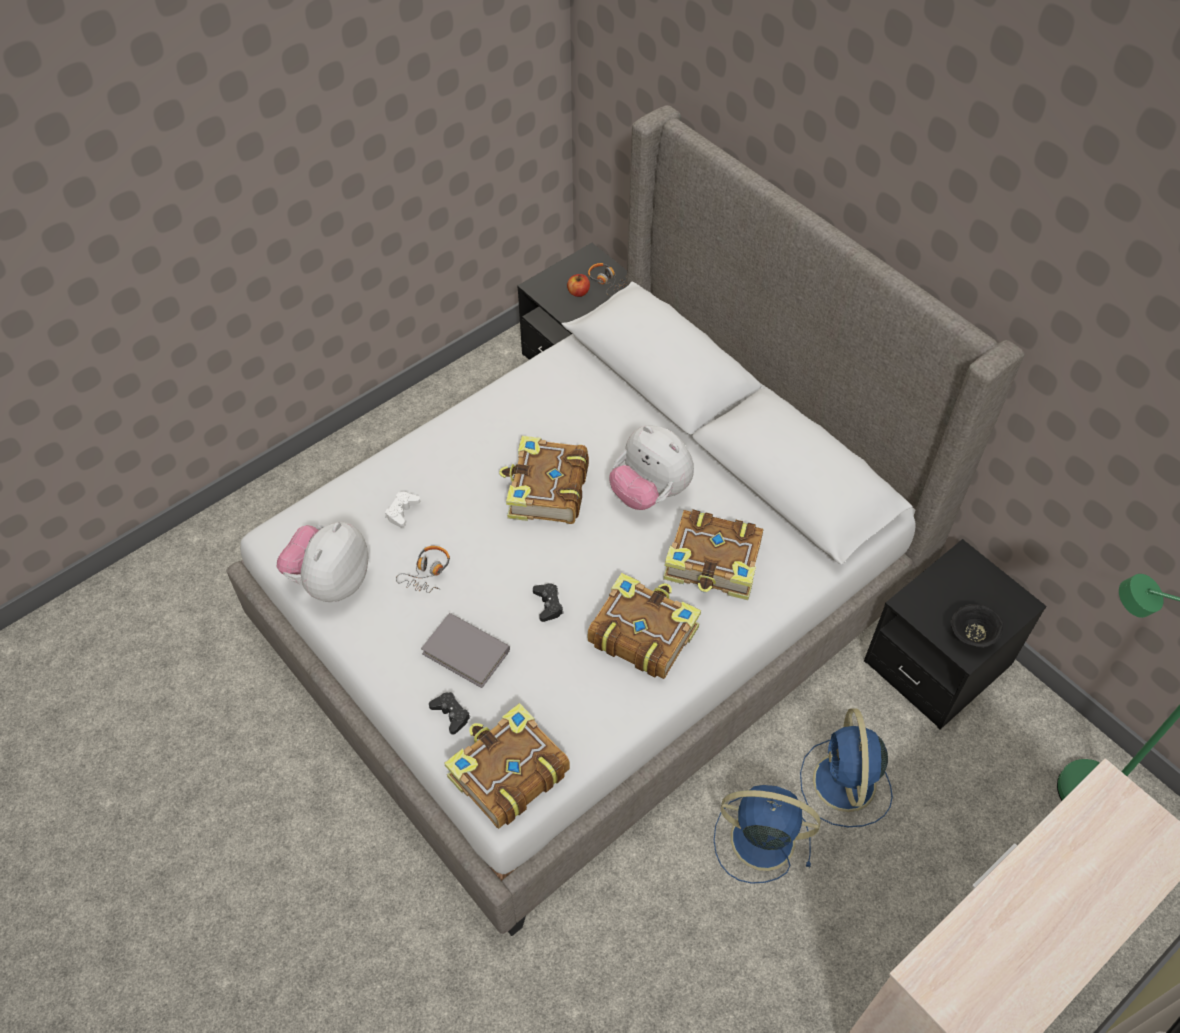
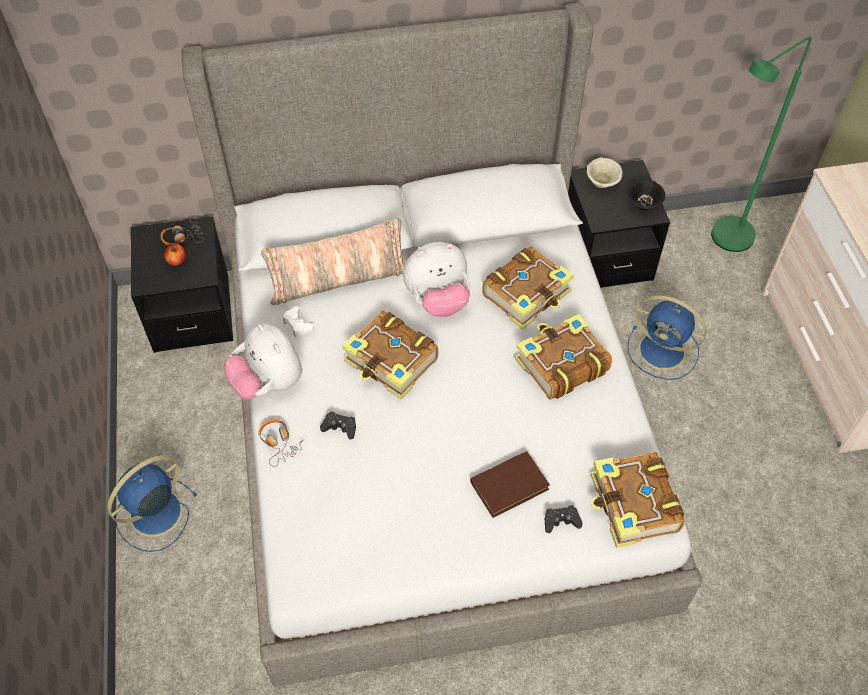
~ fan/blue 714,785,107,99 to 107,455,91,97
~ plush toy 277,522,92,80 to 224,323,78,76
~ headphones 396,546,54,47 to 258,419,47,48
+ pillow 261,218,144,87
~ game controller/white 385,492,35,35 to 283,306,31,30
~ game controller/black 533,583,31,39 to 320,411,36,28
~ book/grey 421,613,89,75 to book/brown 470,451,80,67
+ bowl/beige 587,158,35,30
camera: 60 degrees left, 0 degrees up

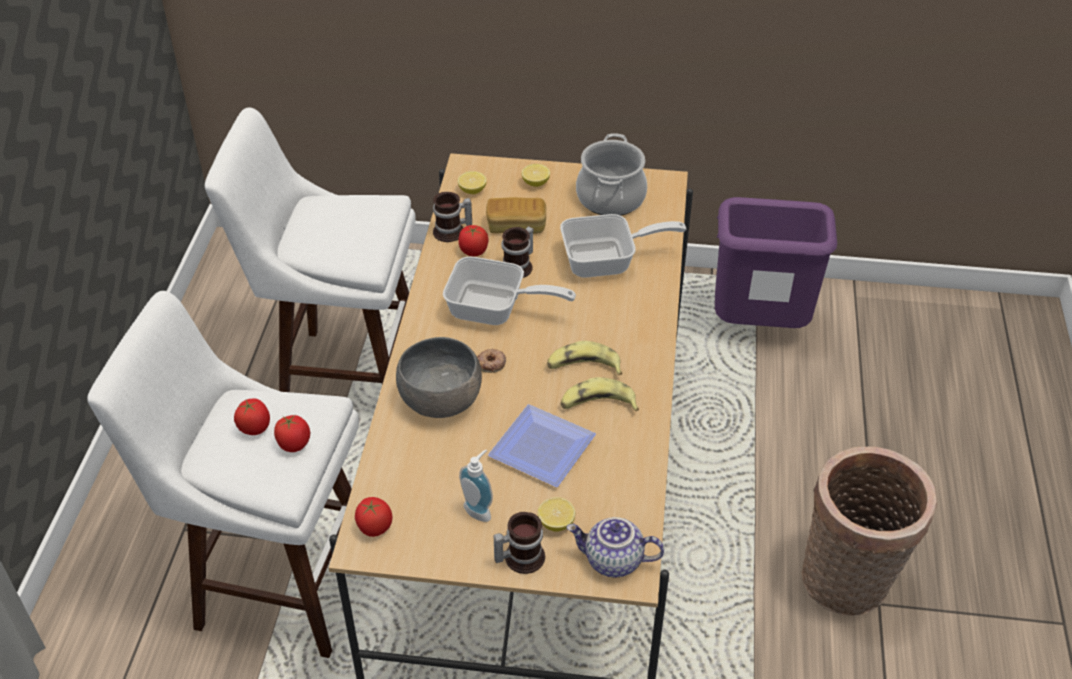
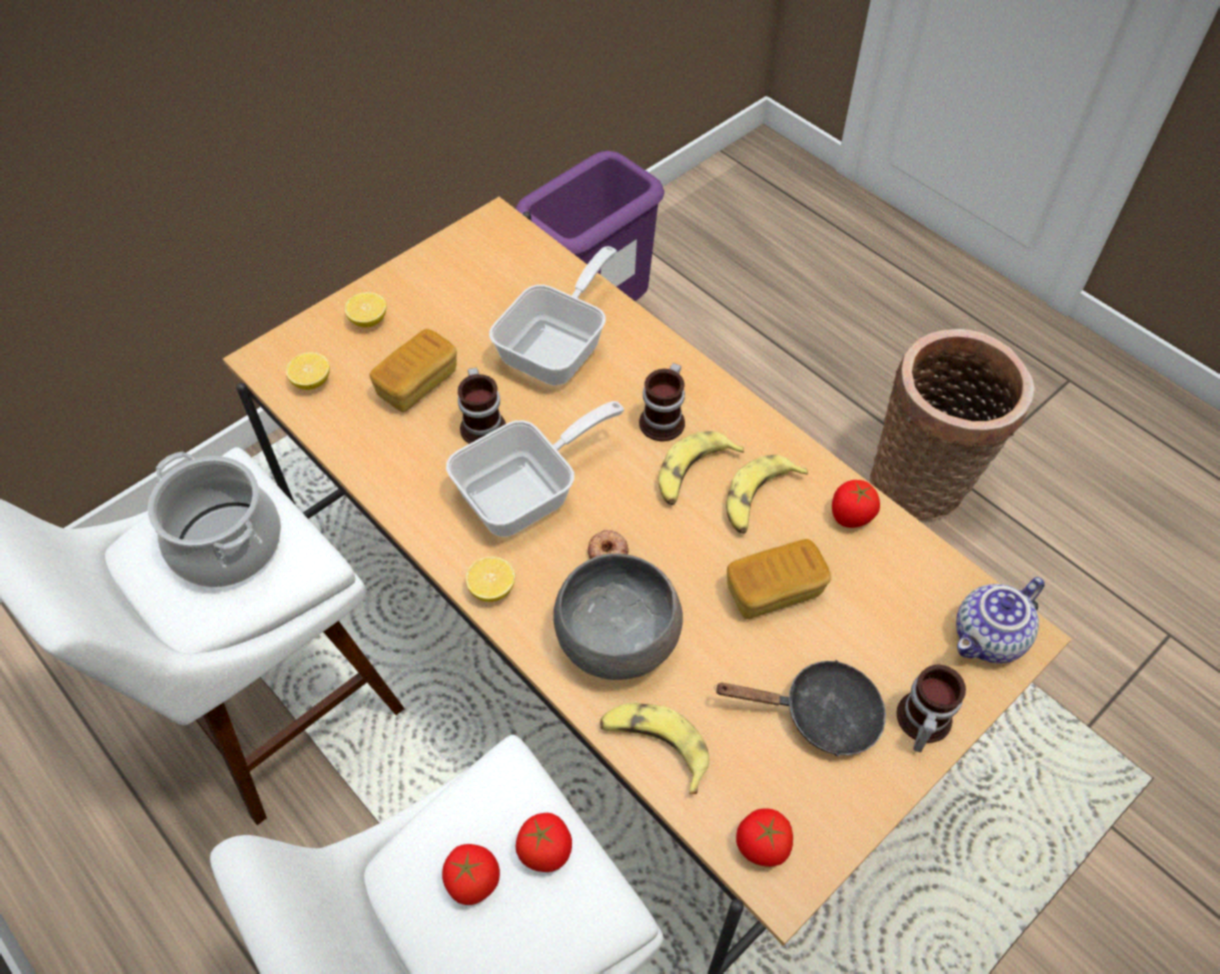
~ cooking pot 576,133,71,83 to 148,451,133,137
~ lemon 538,497,37,35 to 466,556,49,46
+ banana 600,703,109,91
~ mug 433,192,39,50 to 639,363,46,78
~ soap dispenser 459,450,34,72 to frying pan/black 714,660,172,96
~ plate 488,404,108,83 to bread 727,539,104,80
~ tomato 459,225,29,31 to 832,480,48,48
camera: 50 degrees left, 10 degrees up

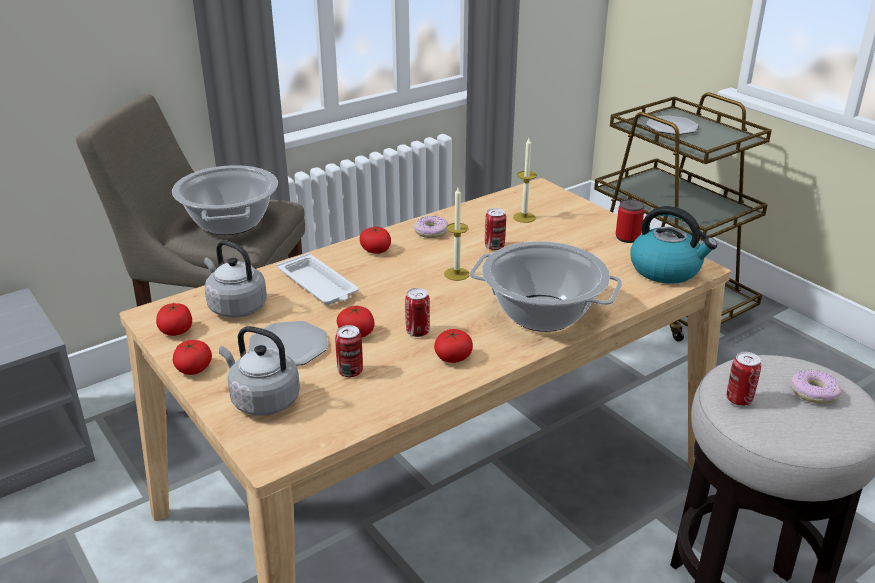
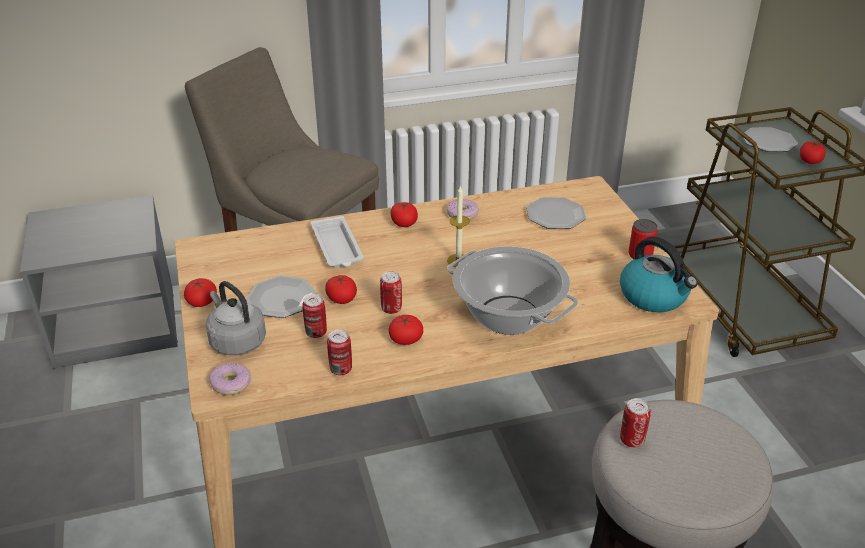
~ donut 791,370,50,34 to 209,363,42,32
~ can 485,208,21,42 to 327,330,25,45
~ candle 513,138,24,85 to plate 526,197,60,32
~ tomato 156,303,36,33 to 800,141,26,23
- cooking pot 172,165,106,70
- kettle/grey 204,240,63,78
camera: 20 degrees right, 5 degrees up

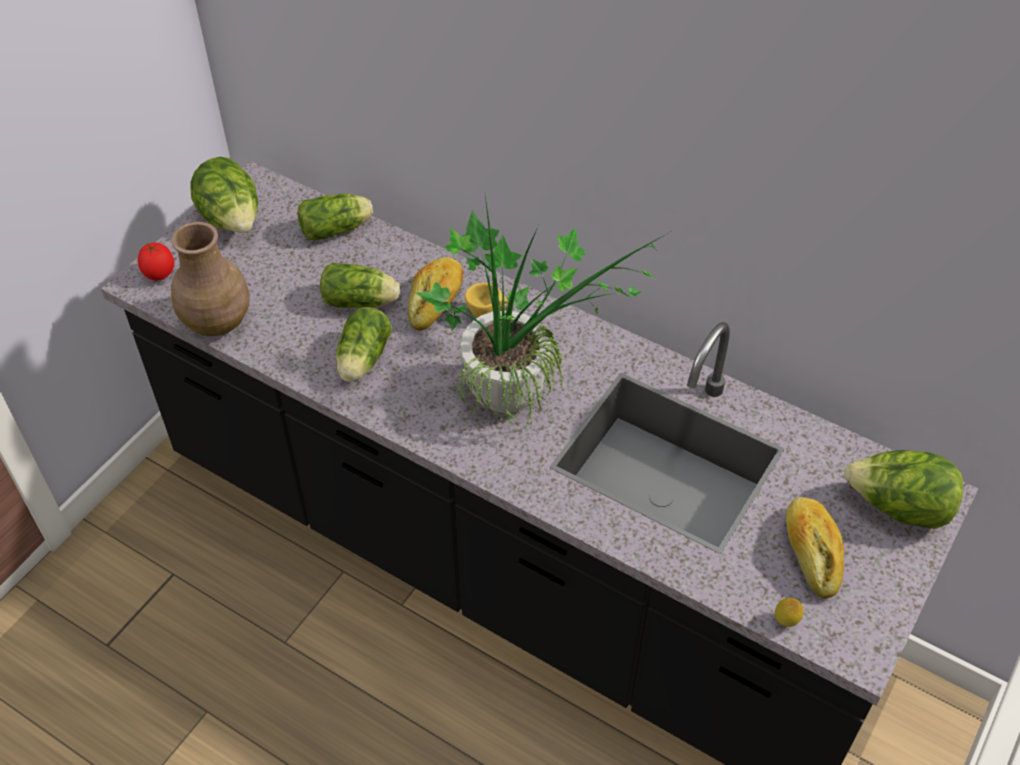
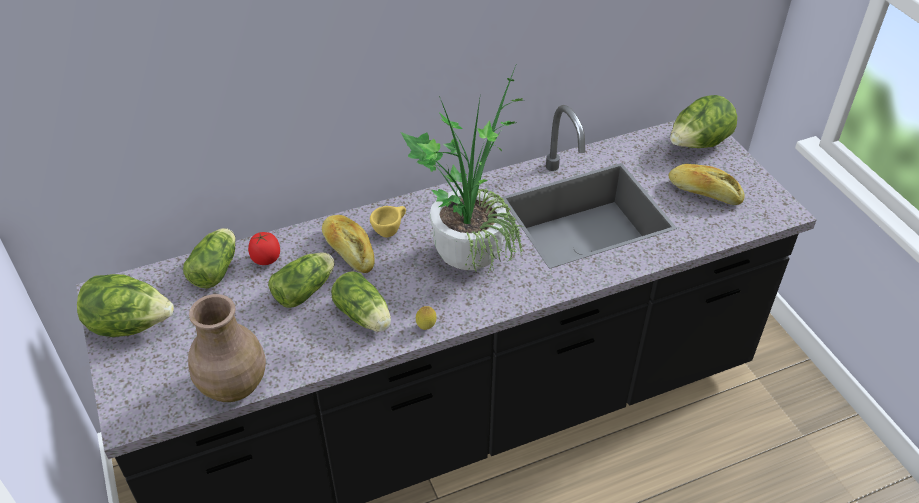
~ tomato 138,243,36,38 to 248,232,32,33
~ lemon 775,598,29,29 to 416,306,20,24
camera: 55 degrees left, 5 degrees down

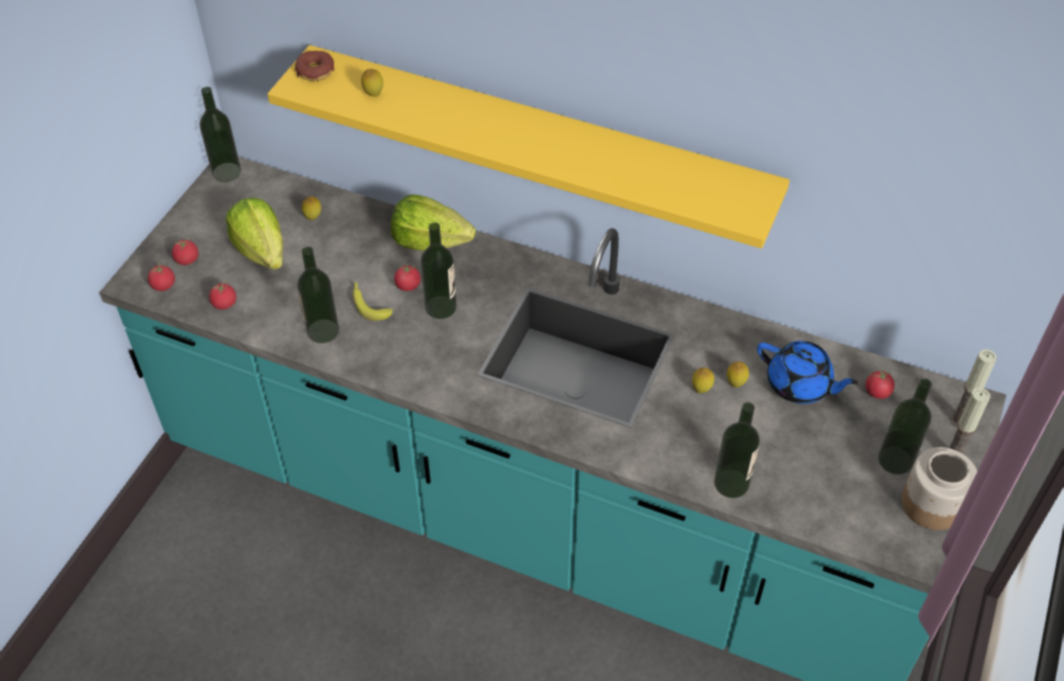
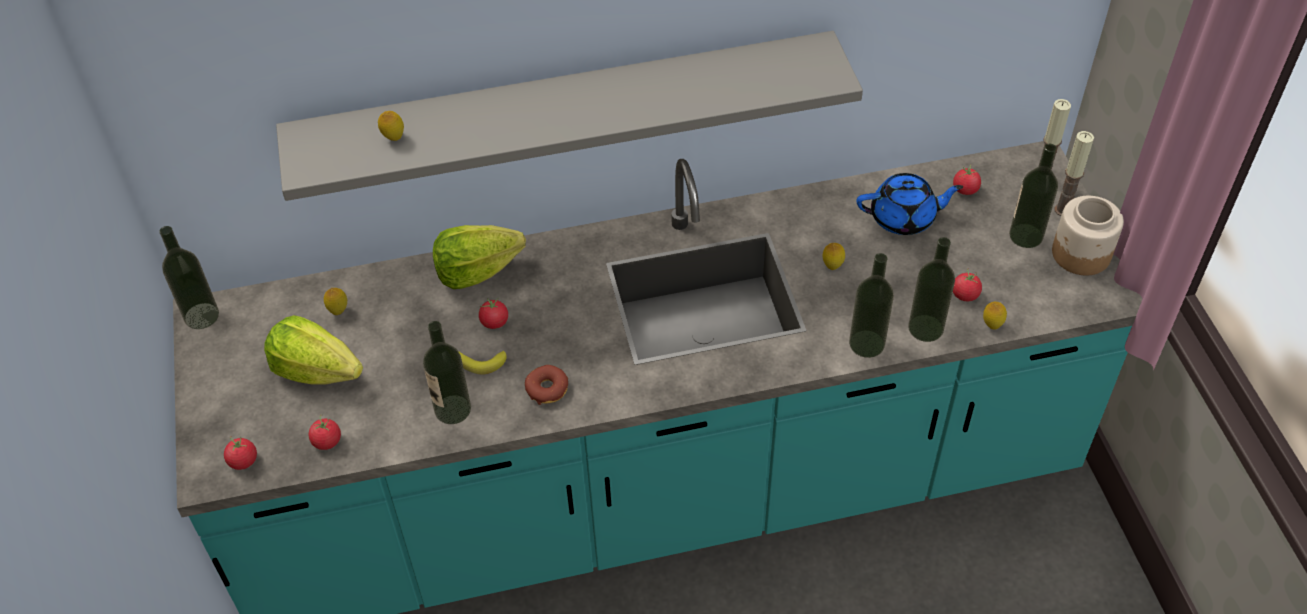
~ shelf/yellow 267,45,523,204 to shelf/grey 276,31,587,170
~ donut 295,51,39,30 to 525,365,43,40
~ bottle 421,222,36,97 to 849,253,45,105
~ tomato 172,237,27,28 to 953,269,29,32
~ lemon 727,361,22,27 to 983,302,24,28
camera: 35 degrees left, 0 degrees up

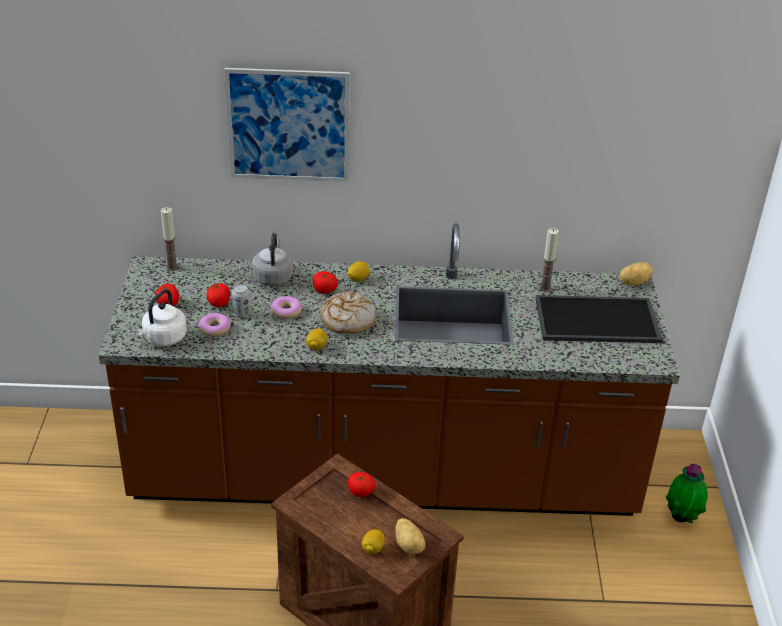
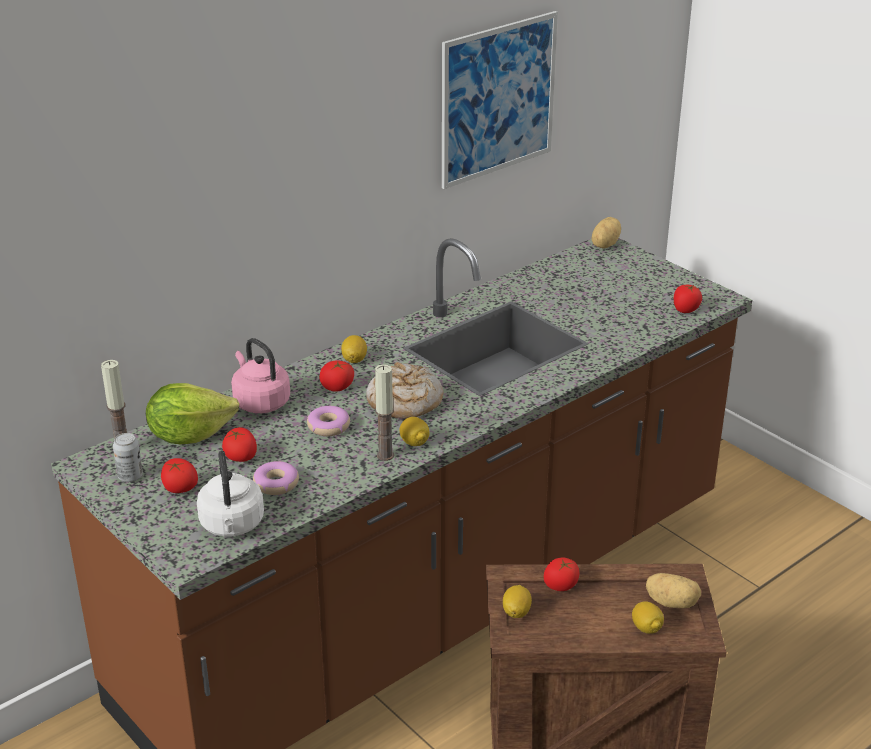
~ can 232,284,18,34 to 113,433,30,49
+ lettuce 146,383,93,61
~ kettle/grey 252,233,41,53 to kettle/pink 231,338,59,75
~ candle 540,228,19,64 to 375,364,19,97
~ picture 224,68,126,114 to 442,11,116,178
+ lemon 503,585,29,33
+ tomato 673,285,29,28
- tray 535,295,127,48
- potted plant 666,464,42,59
camera: 40 degrees left, 5 degrees down

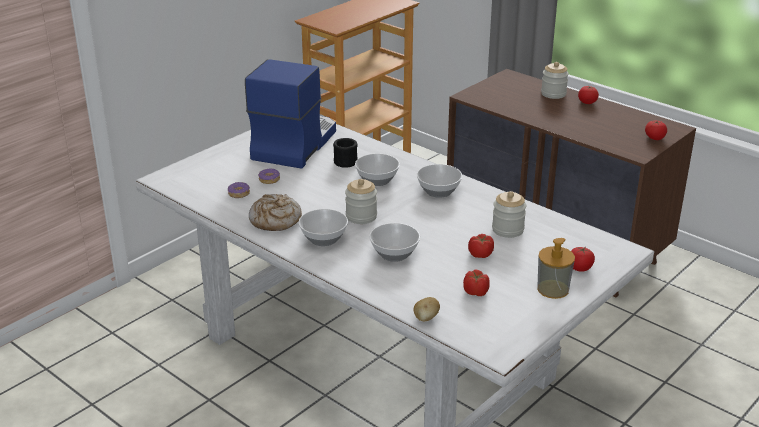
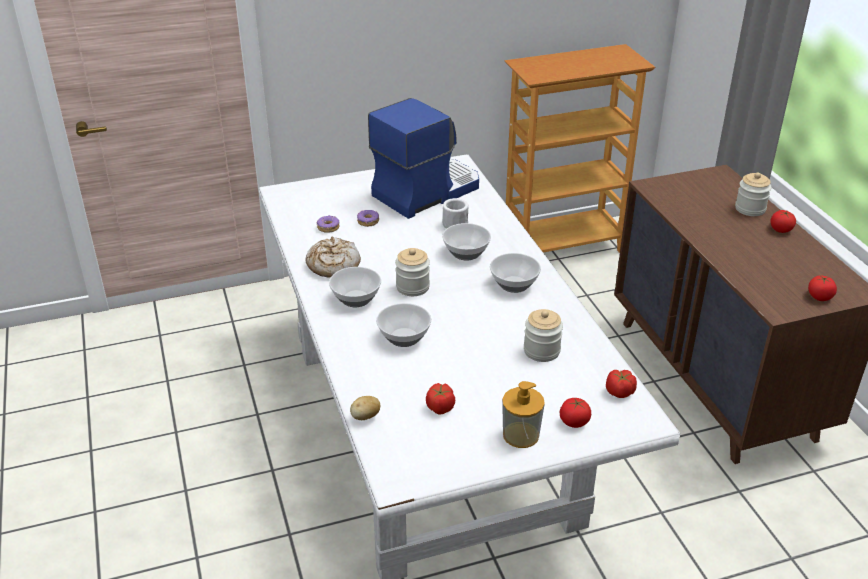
~ mug/black 333,138,25,30 to mug/white 443,198,26,31
~ tomato 468,234,26,24 to 606,370,31,28
camera: 30 degrees right, 5 degrees up

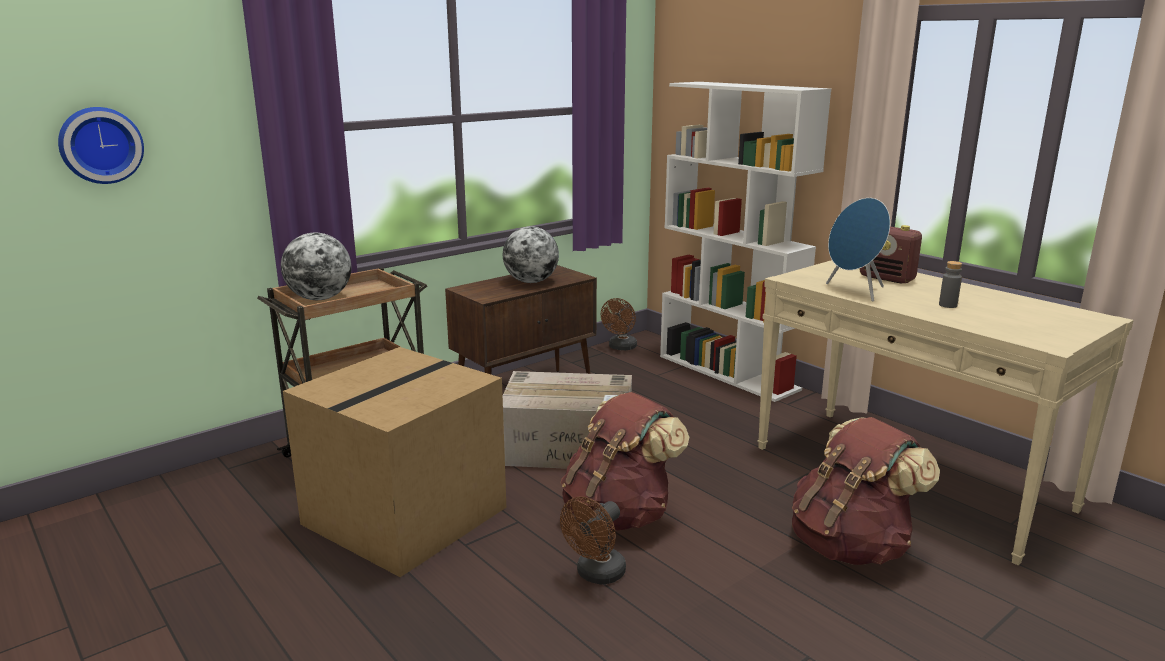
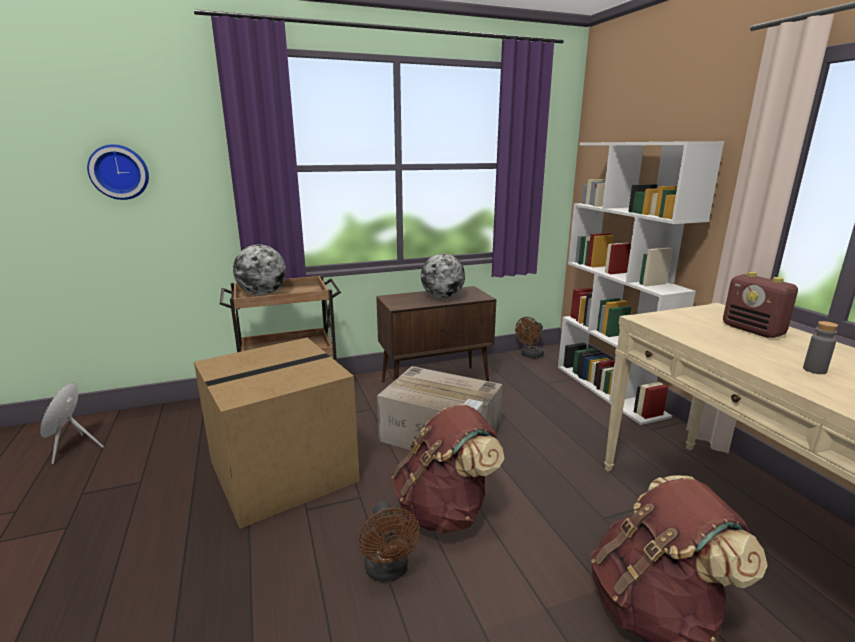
~ speaker/blue 826,198,64,104 to 40,382,64,82
~ fan/brown 560,496,66,88 = 359,502,61,80 75 degrees counterclockwise
camera: 20 degrees right, 0 degrees up

